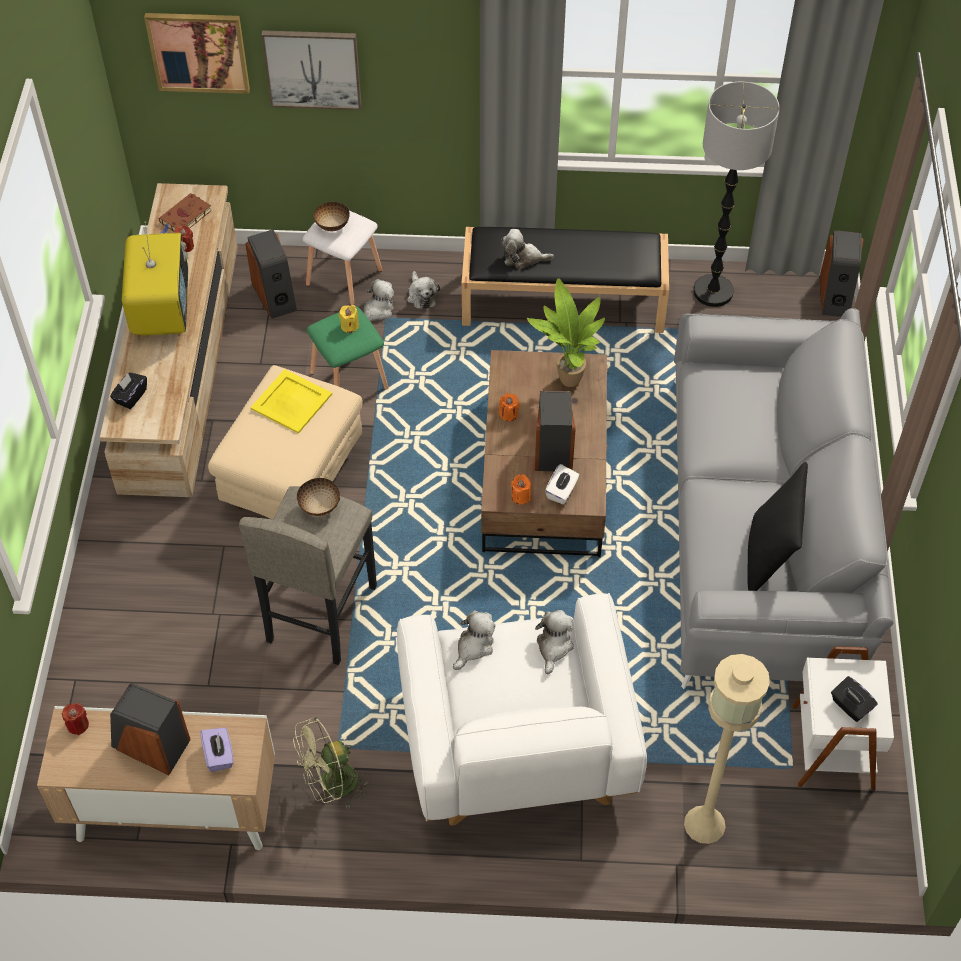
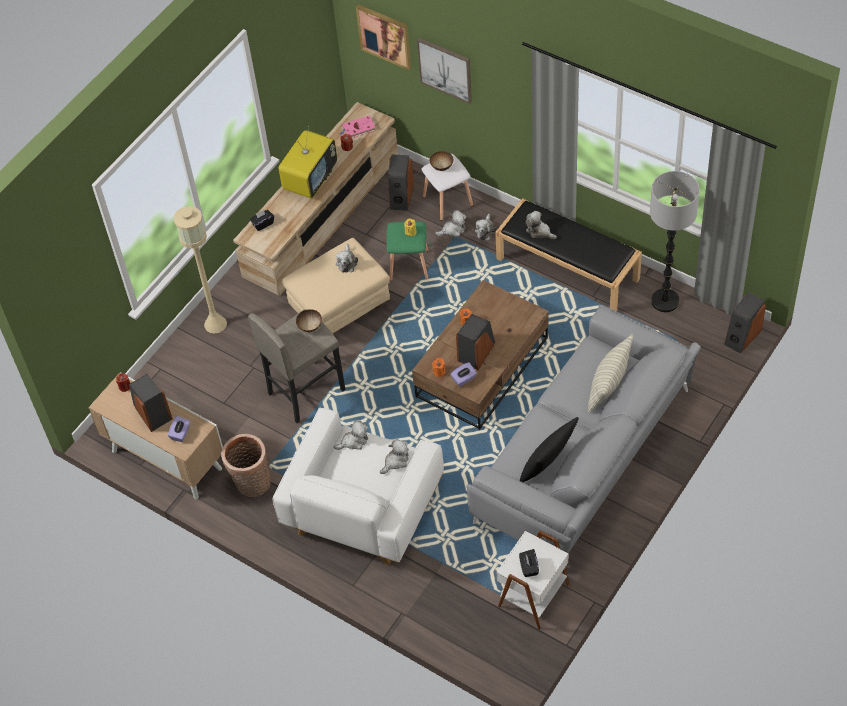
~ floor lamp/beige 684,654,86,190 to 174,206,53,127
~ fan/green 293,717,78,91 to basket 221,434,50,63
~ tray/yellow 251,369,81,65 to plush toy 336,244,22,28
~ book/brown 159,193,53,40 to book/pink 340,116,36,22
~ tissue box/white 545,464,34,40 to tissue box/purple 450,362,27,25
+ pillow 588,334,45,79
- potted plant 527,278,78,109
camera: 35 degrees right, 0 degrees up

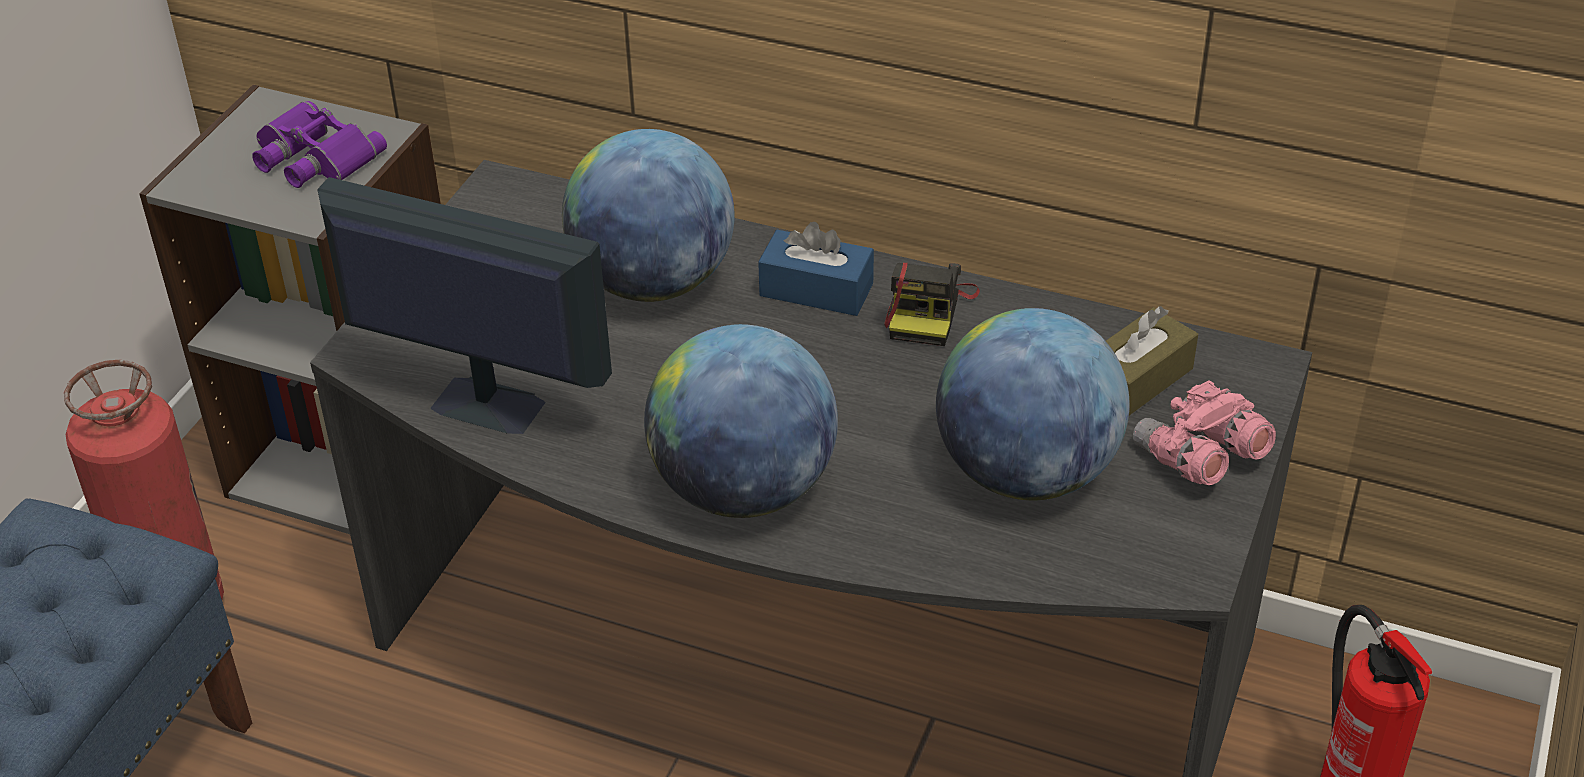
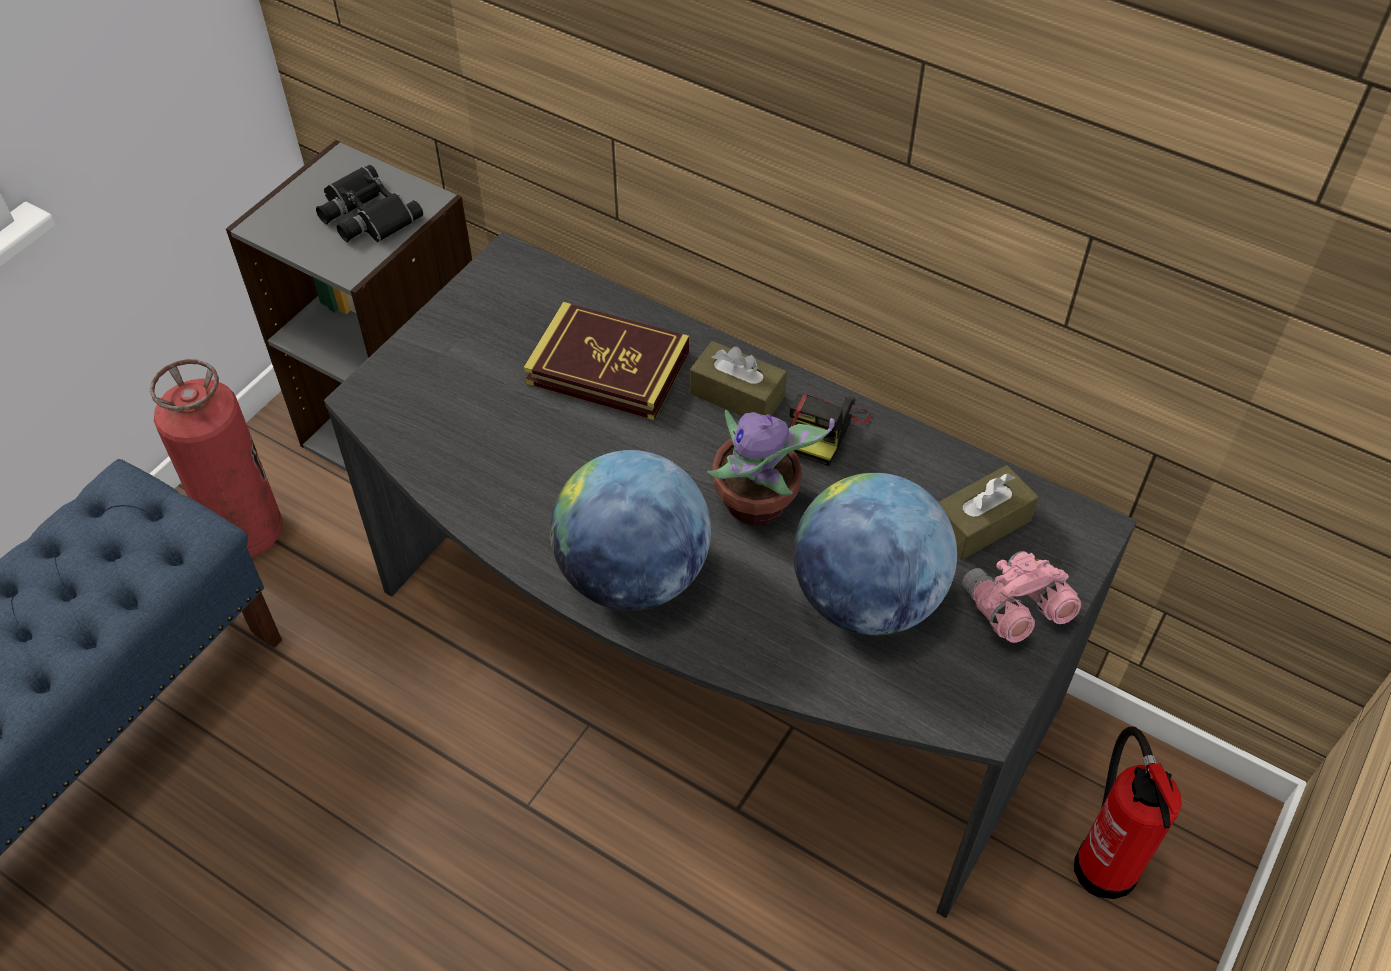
~ binoculars/purple 252,101,135,87 to binoculars/black 316,165,107,77
~ globe 562,129,172,173 to book 523,302,166,118
~ tissue box/blue 758,222,116,94 to tissue box/brown 690,341,97,75
+ potted plant 707,410,128,116
- monitor 317,177,295,257
camera: 10 degrees right, 10 degrees up

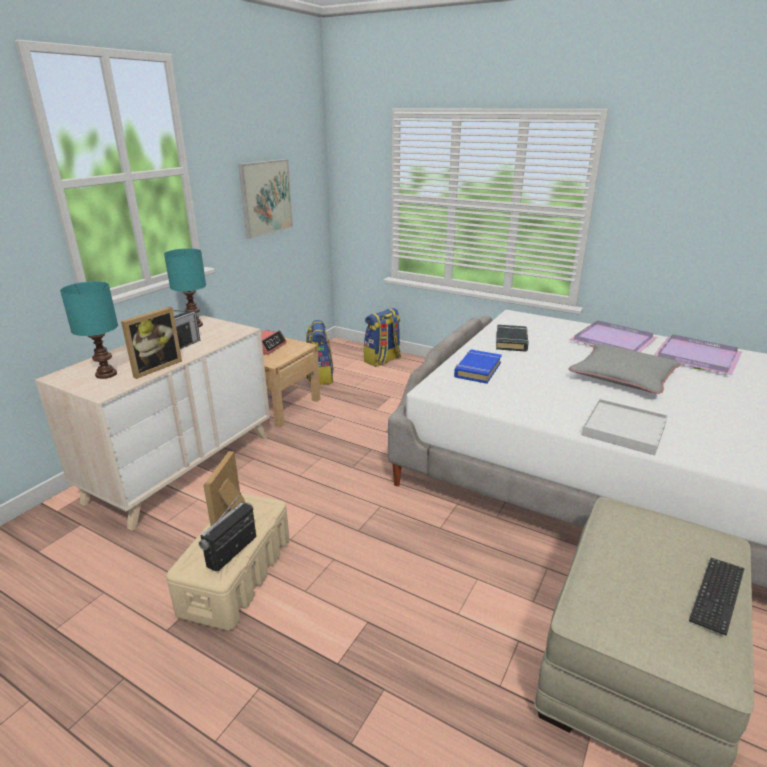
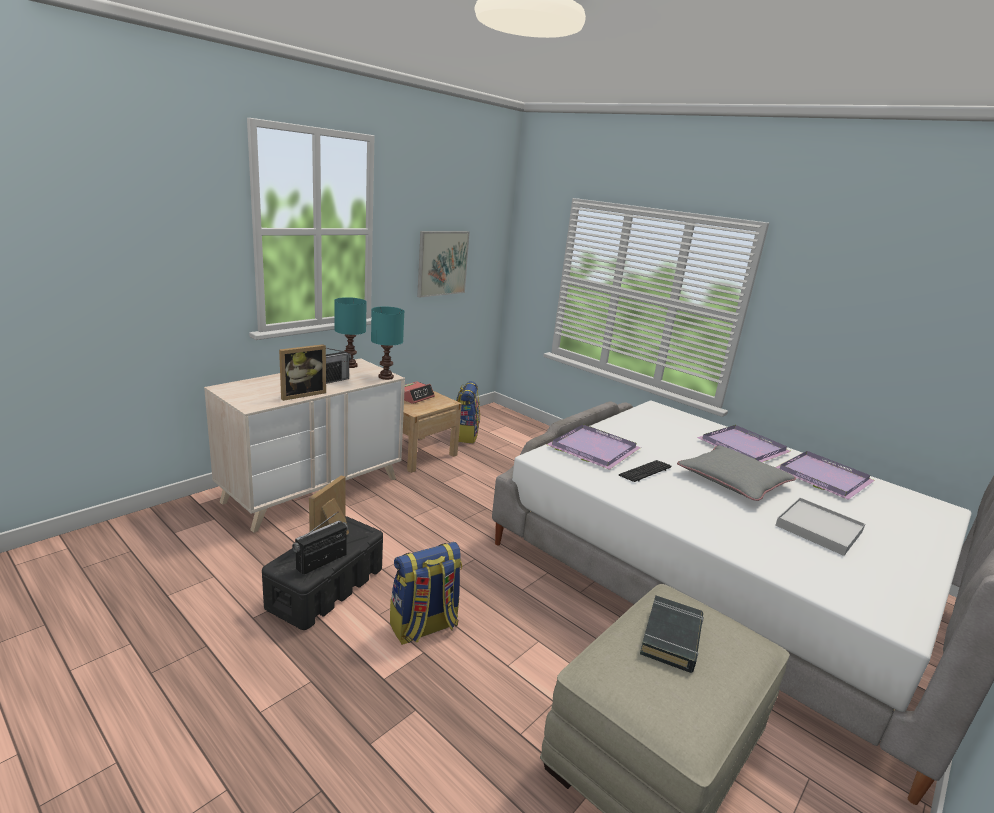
~ storage box/beige 166,493,123,138 to storage box/black 262,516,121,114
~ table lamp/turquoise 60,281,58,98 to 371,306,33,74
~ backpack 364,308,37,59 to 390,542,72,103
~ book/blue 454,350,48,34 to tray/purple 546,424,95,46
~ keyboard 689,558,56,77 to 619,460,53,22
~ book/black 496,325,33,27 to 640,595,64,78
~ tray/white 582,399,86,57 to 775,497,90,59
camera: 10 degrees right, 5 degrees down

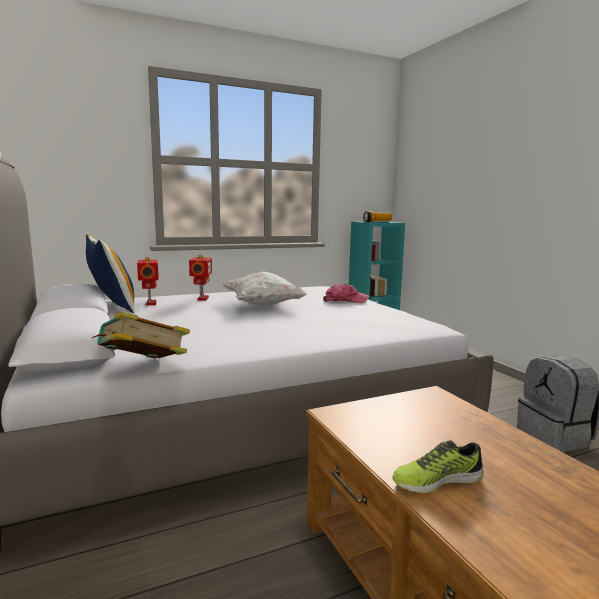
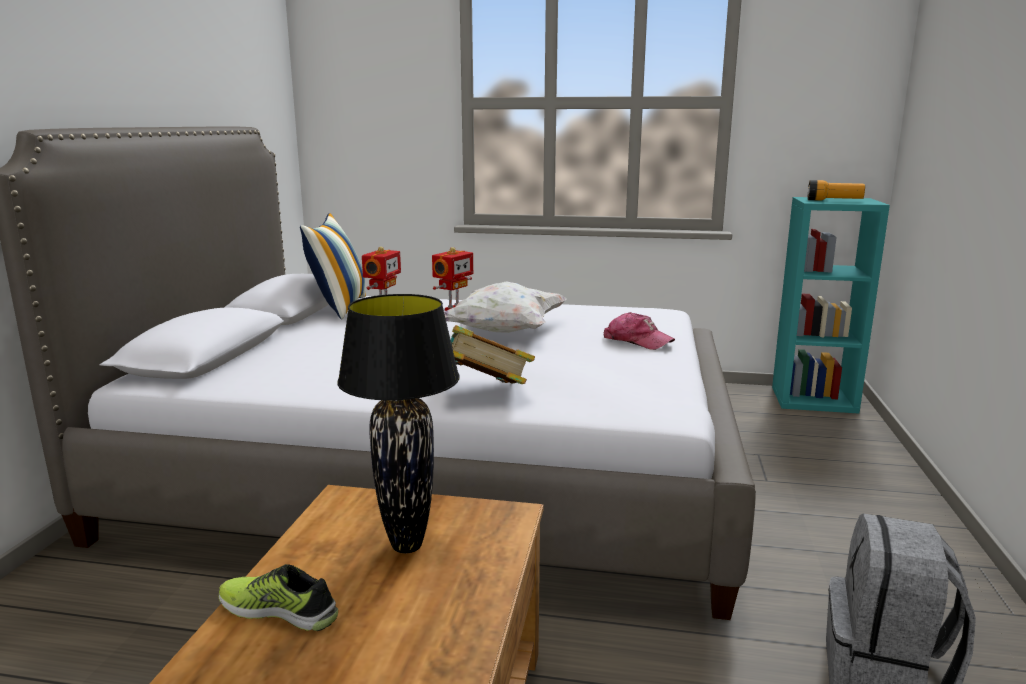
+ table lamp/black 338,294,122,259
~ book 92,311,98,48 to 451,325,84,59
camera: 35 degrees right, 5 degrees up

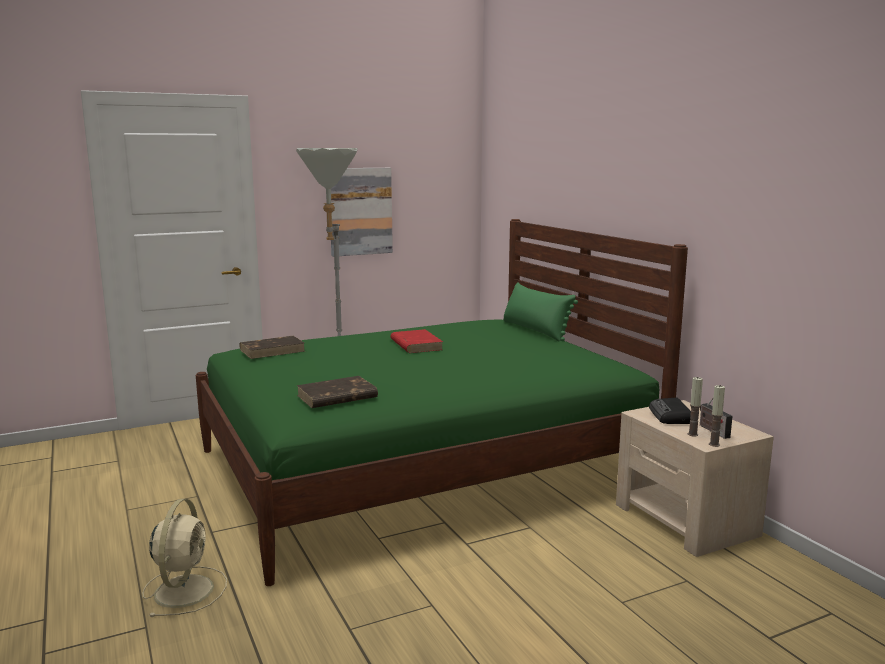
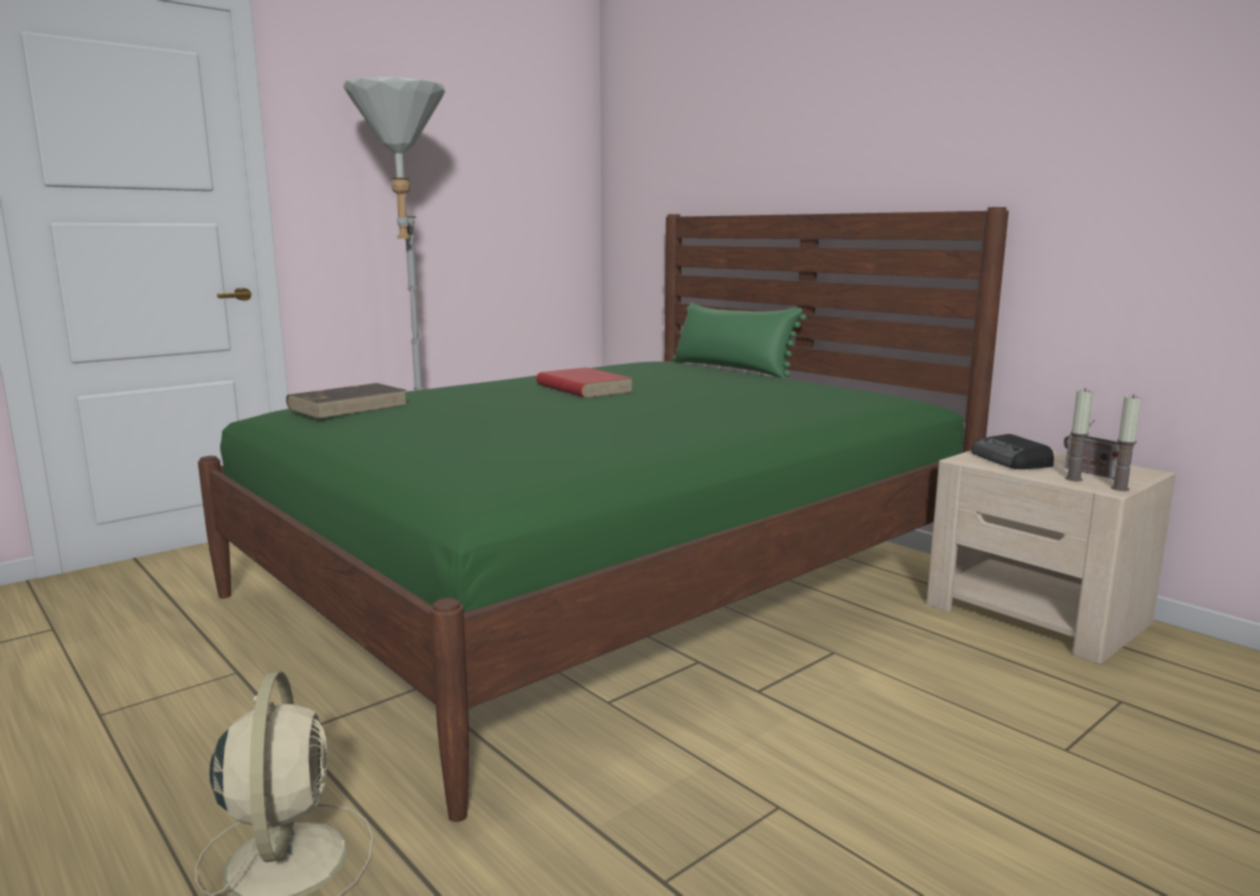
- book/brown 296,376,82,32
- picture 331,168,62,89
camera: 15 degrees left, 0 degrees up

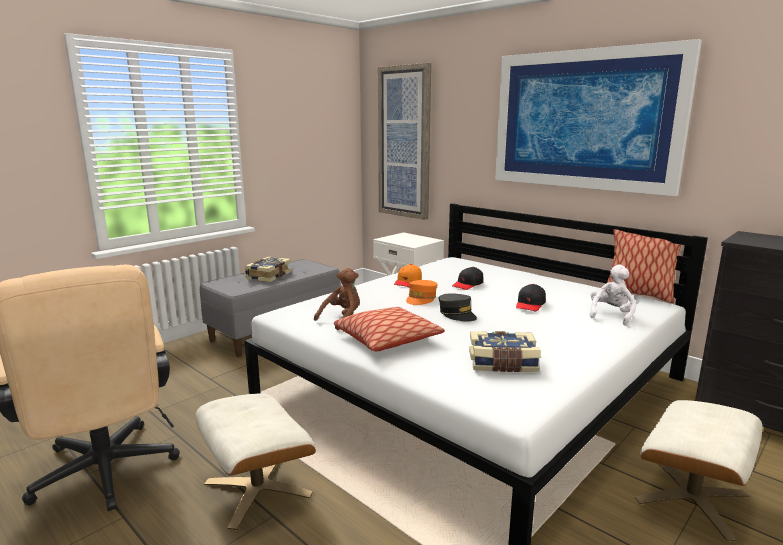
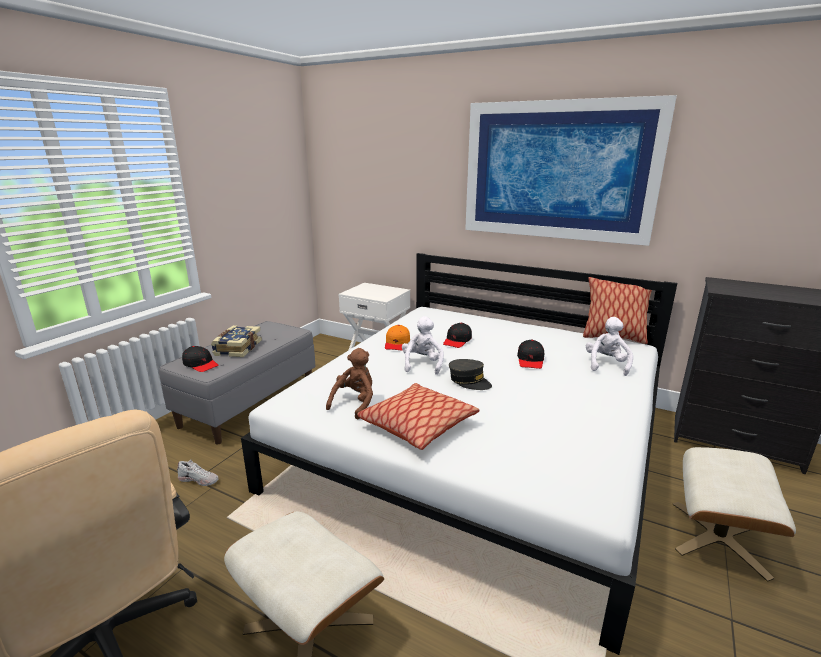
+ shoe/white 177,460,42,26
+ cap/black 182,346,36,26
~ cap/orange 406,280,31,25 to plush toy/white 402,316,42,59
- picture 378,63,53,157
- book 469,331,72,41
camera: 15 degrees left, 5 degrees up

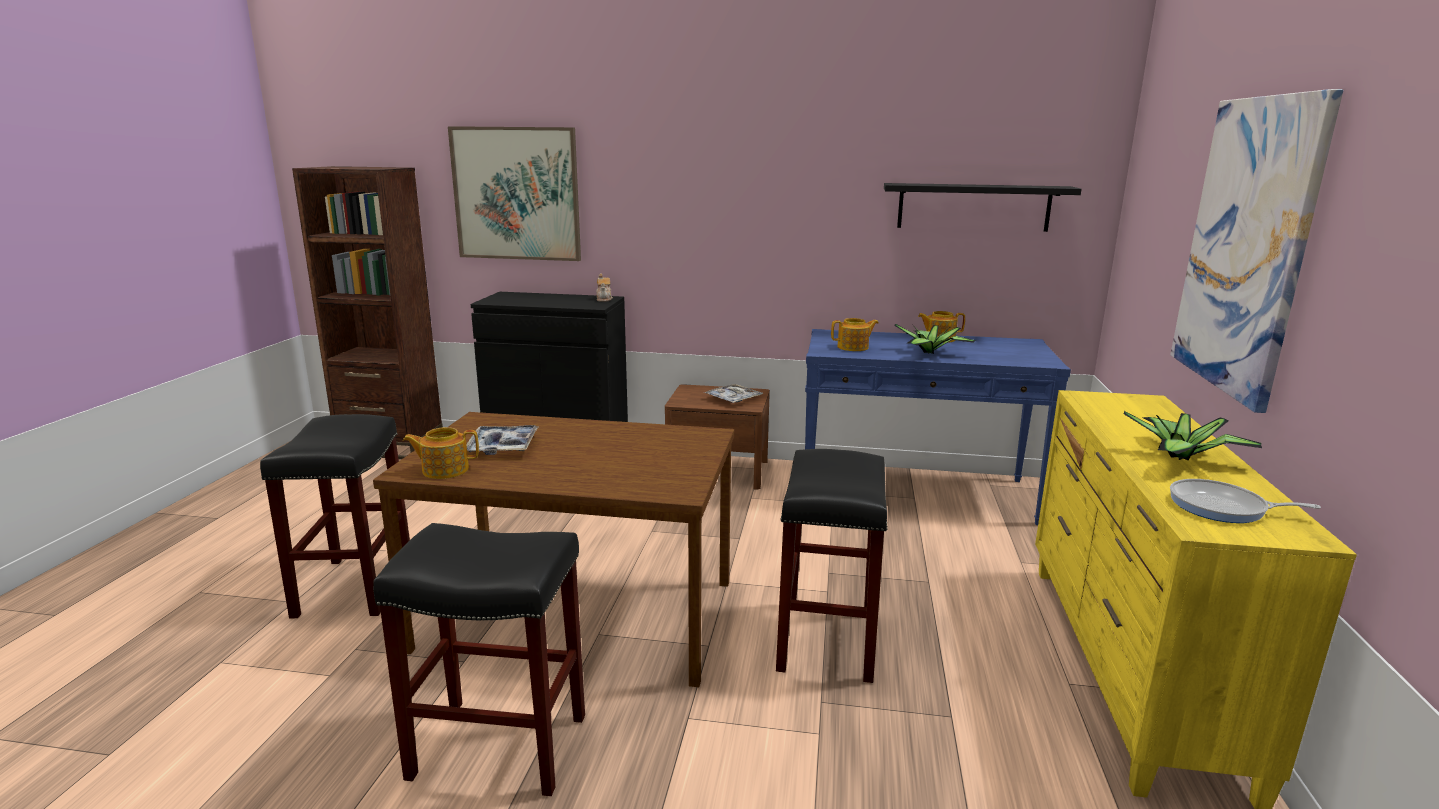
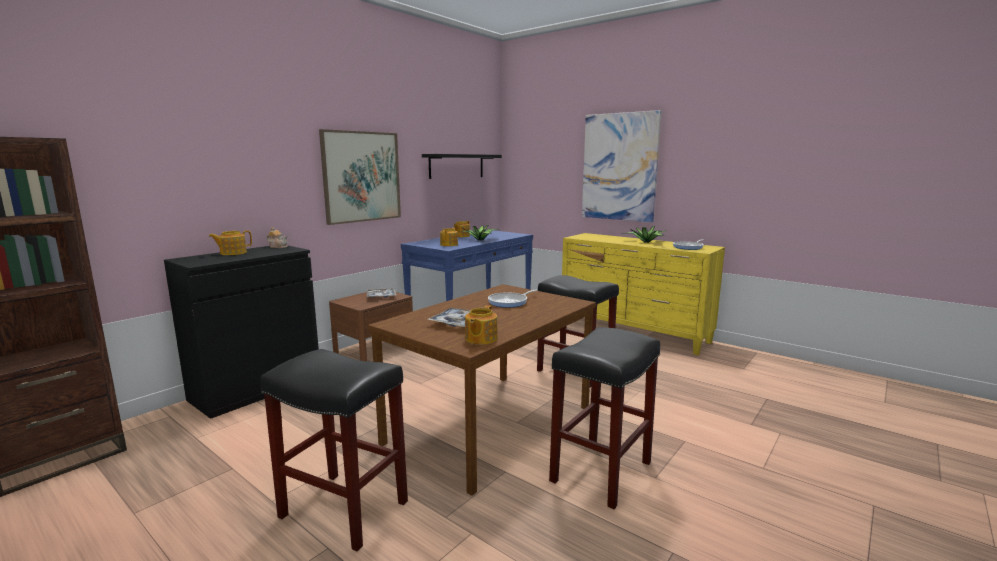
+ teapot 209,231,43,24
~ picture 448,126,133,135 to 319,129,82,96
+ frying pan 488,290,49,18
camera: 60 degrees left, 5 degrees down

